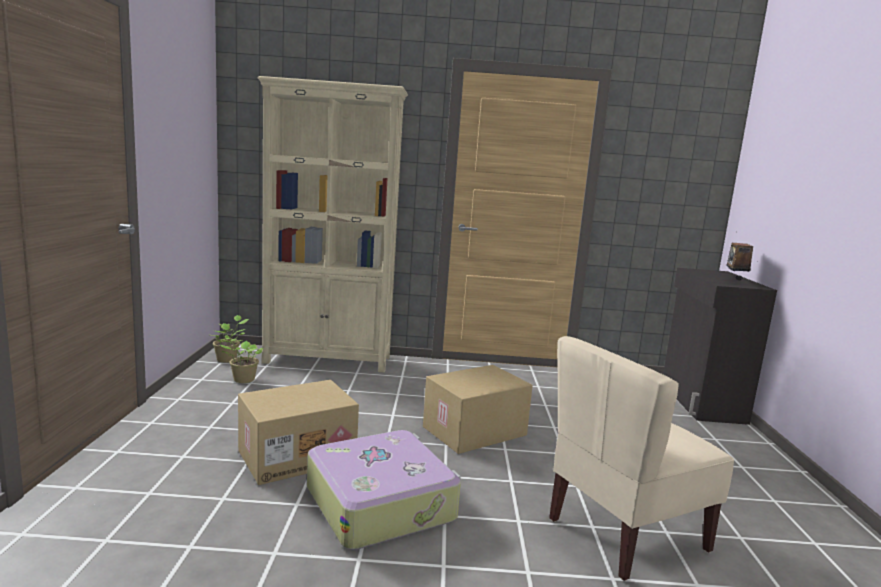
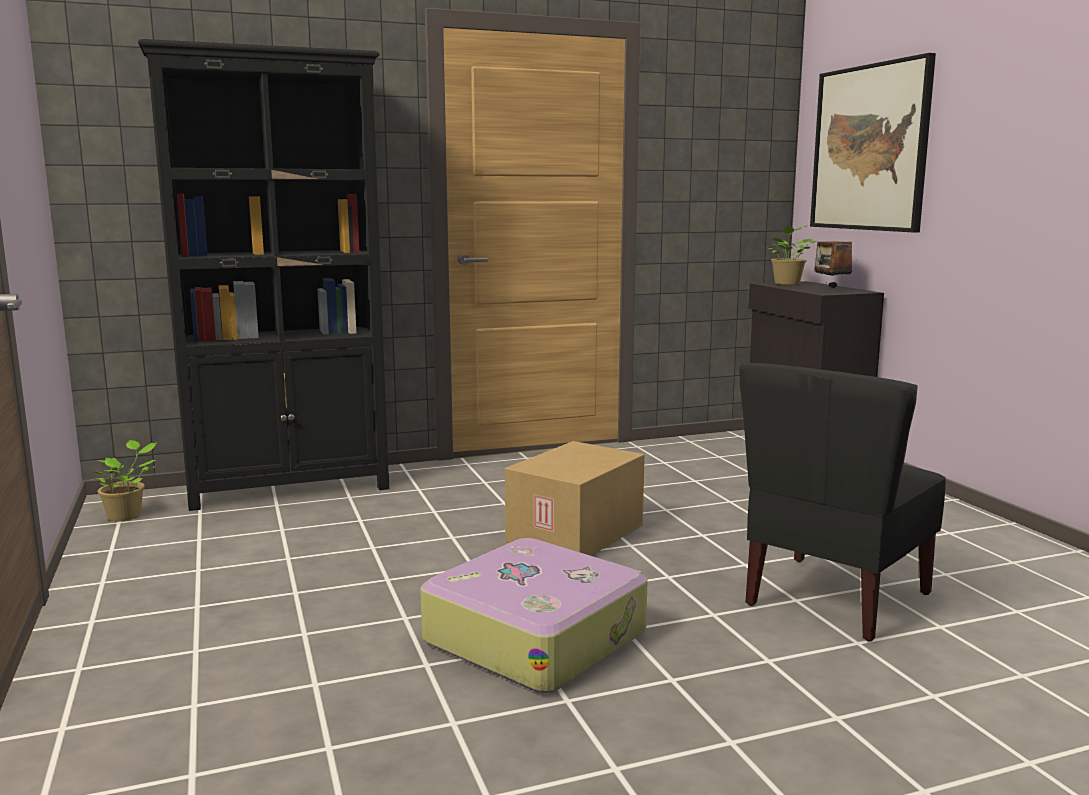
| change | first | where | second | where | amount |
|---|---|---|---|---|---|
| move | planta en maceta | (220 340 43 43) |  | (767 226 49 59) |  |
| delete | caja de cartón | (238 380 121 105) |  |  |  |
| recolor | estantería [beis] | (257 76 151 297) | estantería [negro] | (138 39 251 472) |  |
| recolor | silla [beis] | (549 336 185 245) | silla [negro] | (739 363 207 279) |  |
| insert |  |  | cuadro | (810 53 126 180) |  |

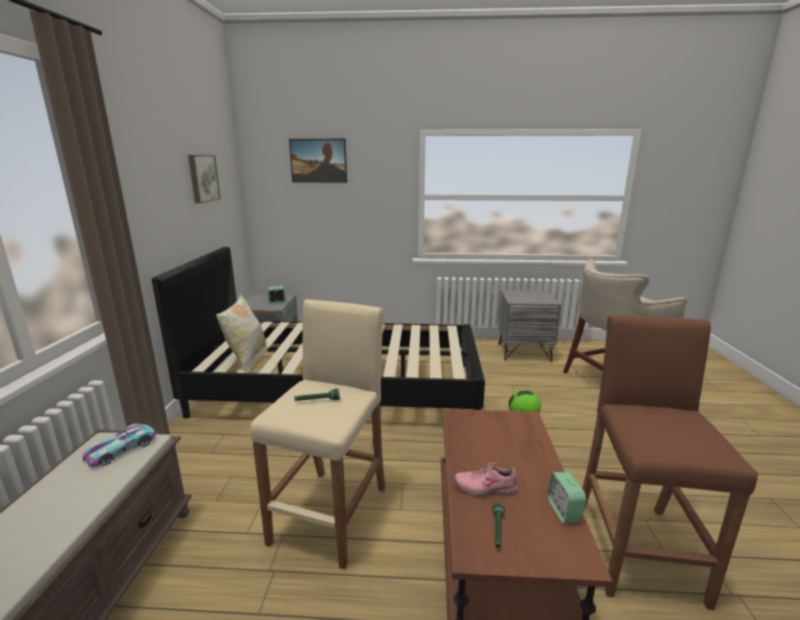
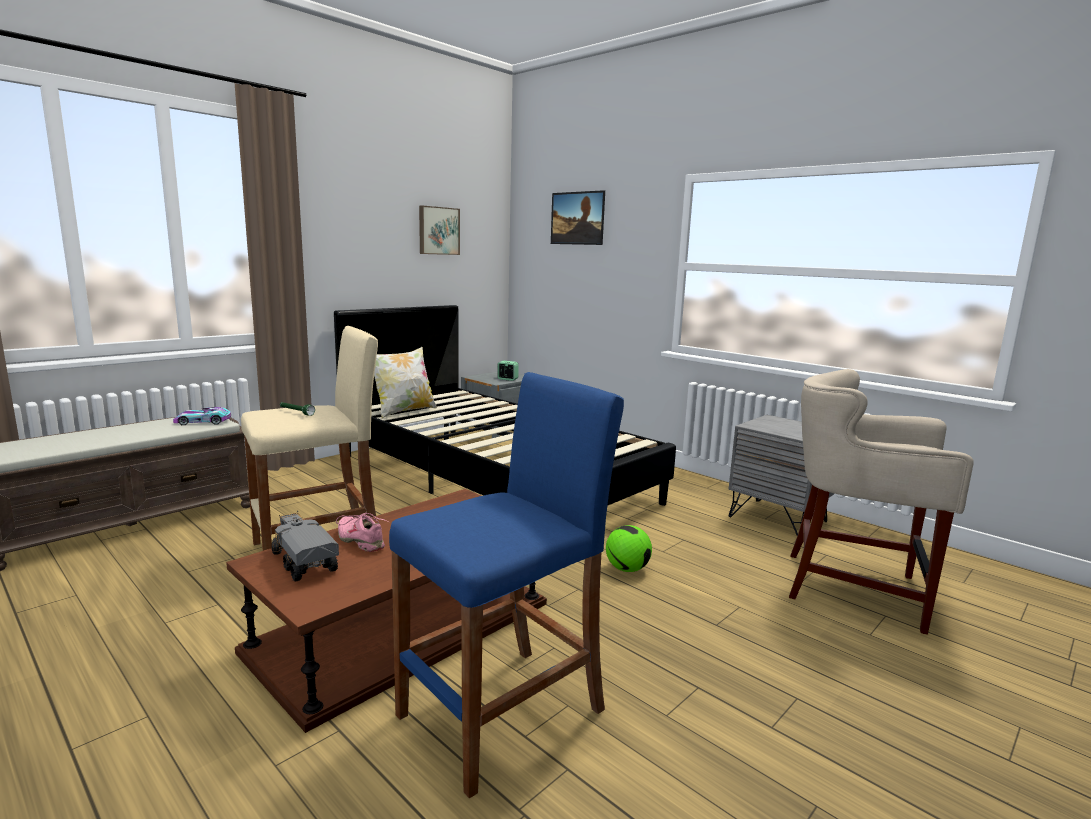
| change | first | where | second | where | amount |
|---|---|---|---|---|---|
| replace | linterna [verde] | (492 502 13 46) | camión de juguete | (272 511 67 70) |  |
| delete | despertador | (547 472 39 51) |  |  |  |
| recolor | taburete [marrón] | (582 315 176 295) | taburete [azul] | (389 372 235 427) |  |

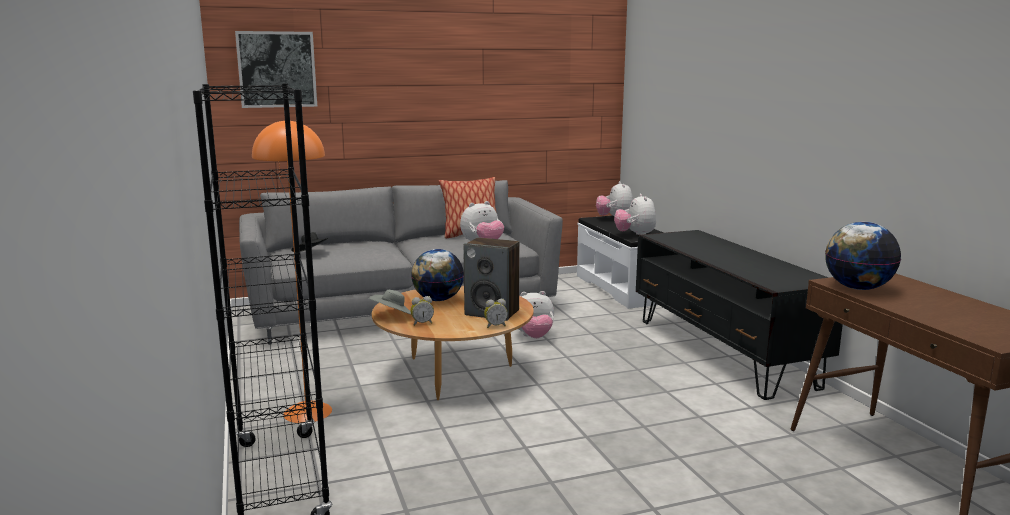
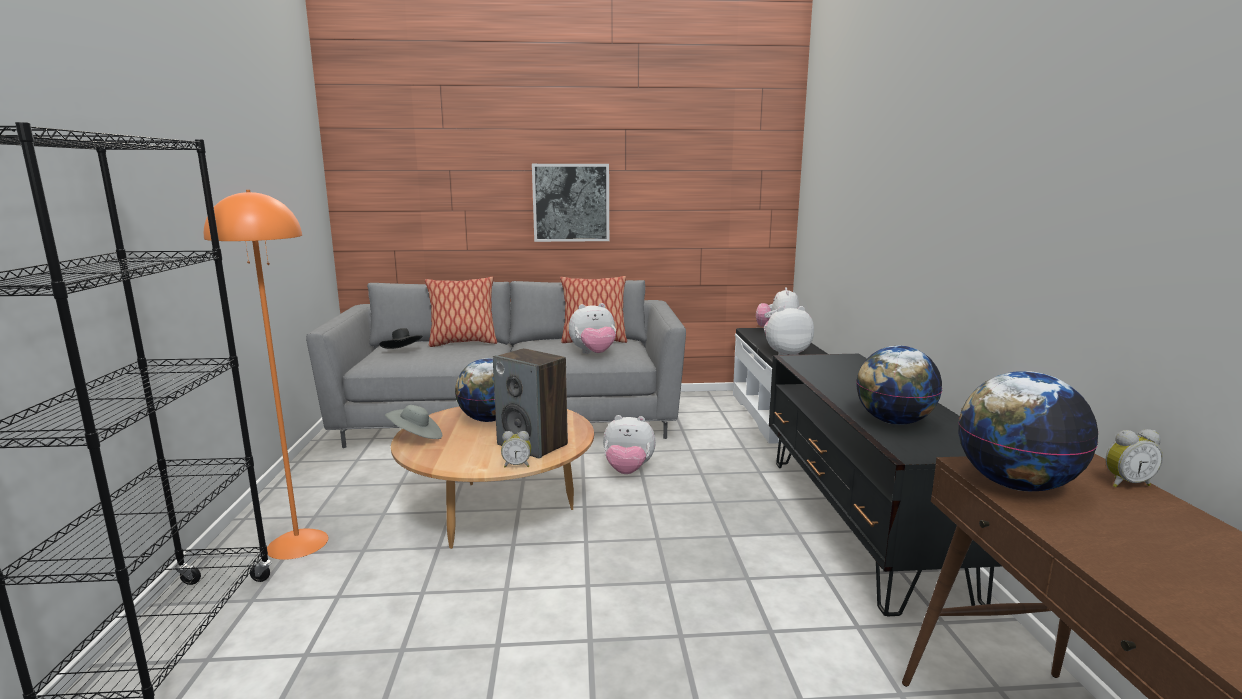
| change | first | where | second | where | amount |
|---|---|---|---|---|---|
| move | cuadro | (235 31 82 77) |  | (532 164 77 78) |  |
| move | despertador | (410 296 24 30) |  | (1105 429 58 59) |  |
| rotate | peluche | (614 194 42 41) |  | (764 306 50 49) | 75 degrees clockwise |
| insert |  |  | cojín | (425 277 72 70) |  |
| insert |  |  | globo terráqueo | (856 346 86 79) |  |

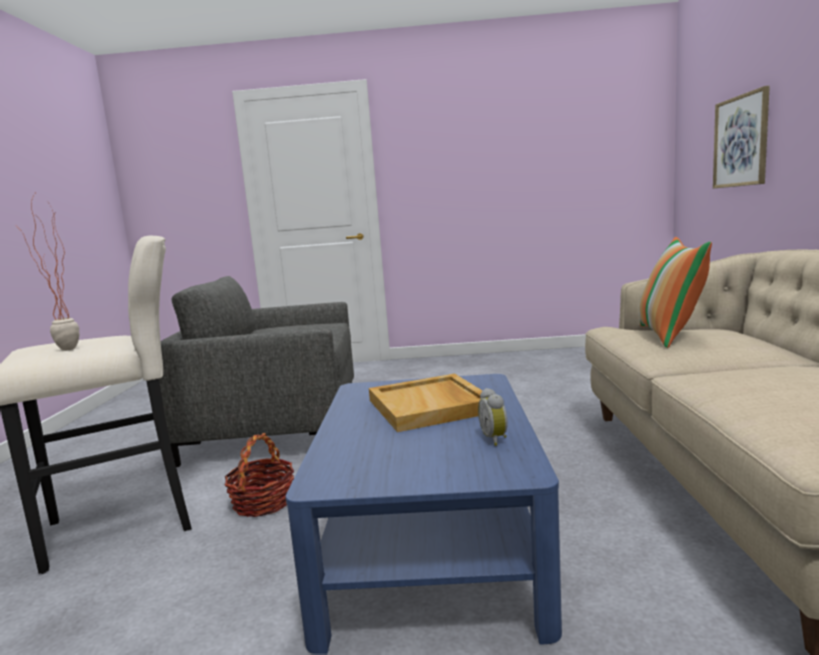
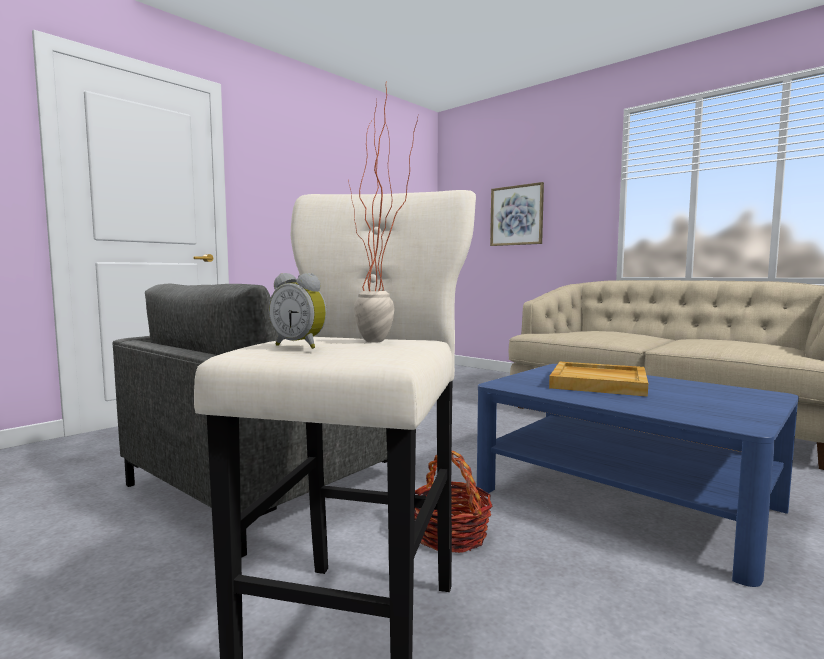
| change | first | where | second | where | amount |
|---|---|---|---|---|---|
| move | despertador | (478 388 30 58) |  | (268 273 59 76) |  |
| delete | cojín | (640 237 72 111) |  |  |  |

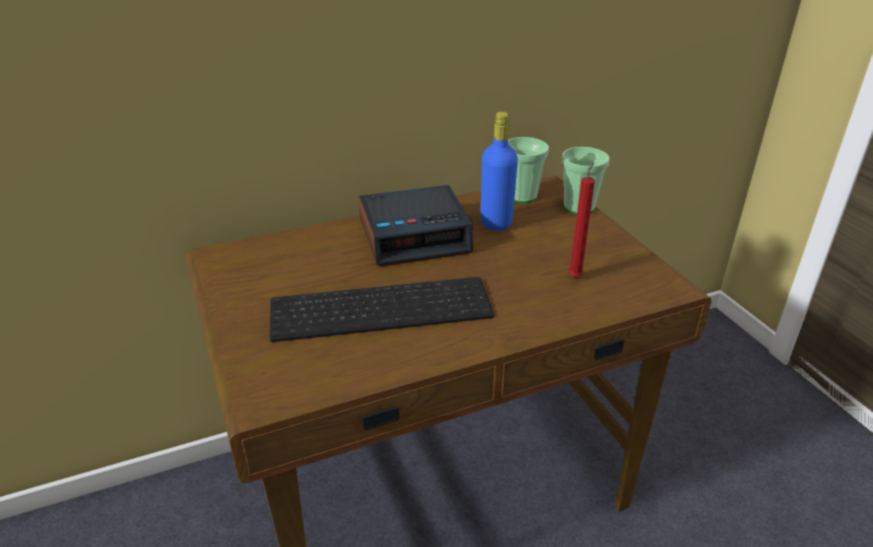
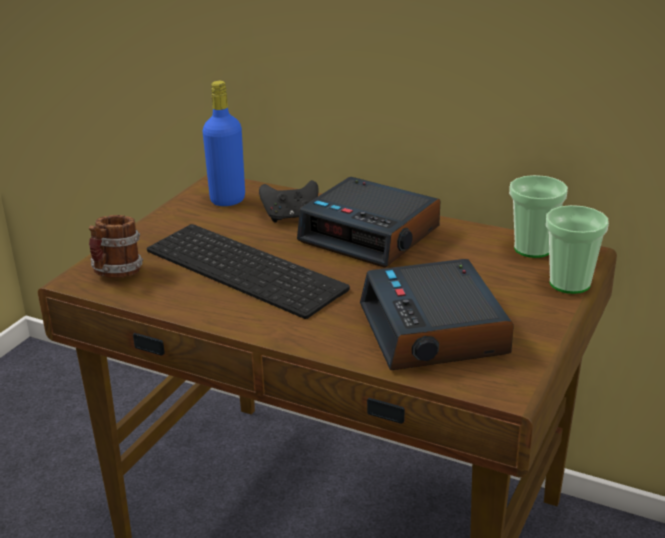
| change | first | where | second | where | amount |
|---|---|---|---|---|---|
| move | botella [azul] | (480 112 38 119) |  | (203 81 42 125) |  |
| replace | vela [rojo] | (568 162 27 116) | despertador | (360 259 154 111) |  |
| insert |  |  | taza grande | (89 215 54 63) |  |
| insert |  |  | mando de consola [negro] | (259 180 60 43) |  |

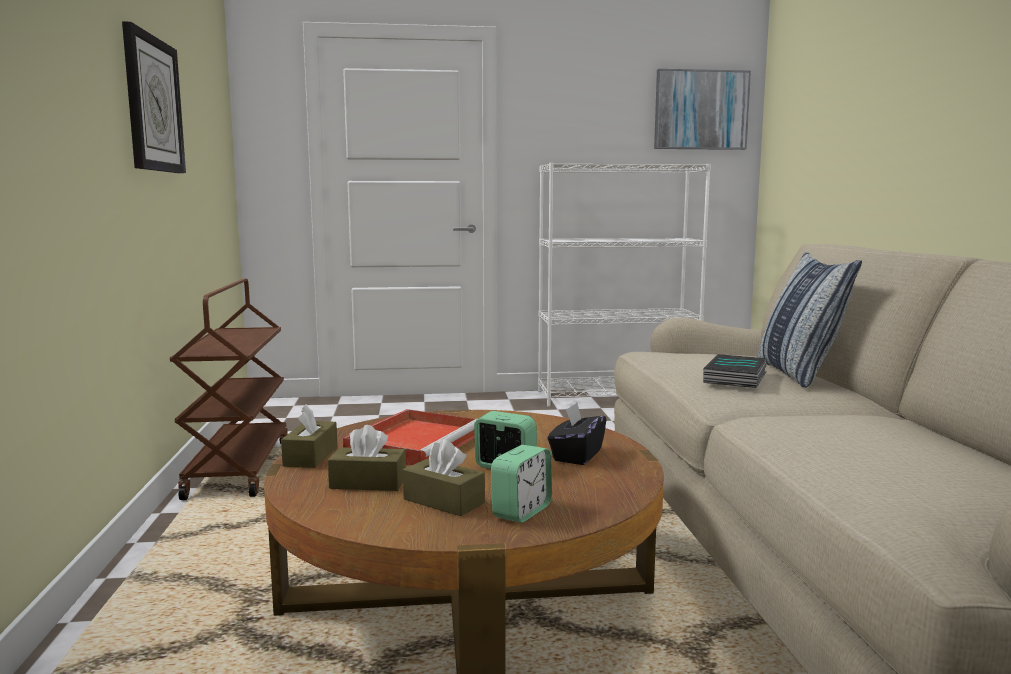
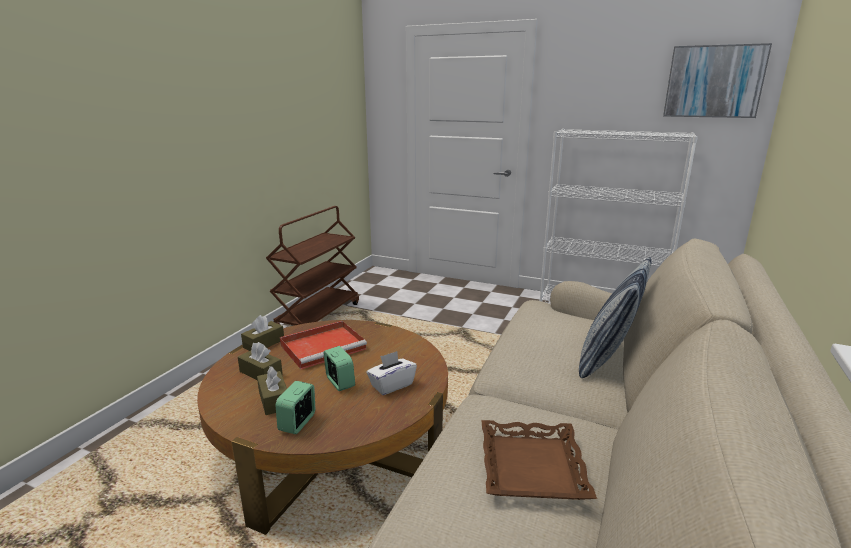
| change | first | where | second | where | amount |
|---|---|---|---|---|---|
| delete | reloj de pared | (122 21 64 152) |  |  |  |
| rotate | despertador | (491 445 61 78) |  | (276 381 39 53) | 135 degrees clockwise |
| recolor | caja de pañuelos [negro] | (548 403 58 62) | caja de pañuelos [blanco] | (367 351 50 44) |  |
| delete | libro | (703 354 65 34) |  |  |  |
| insert |  |  | bandeja [marrón] | (482 420 115 80) |  |

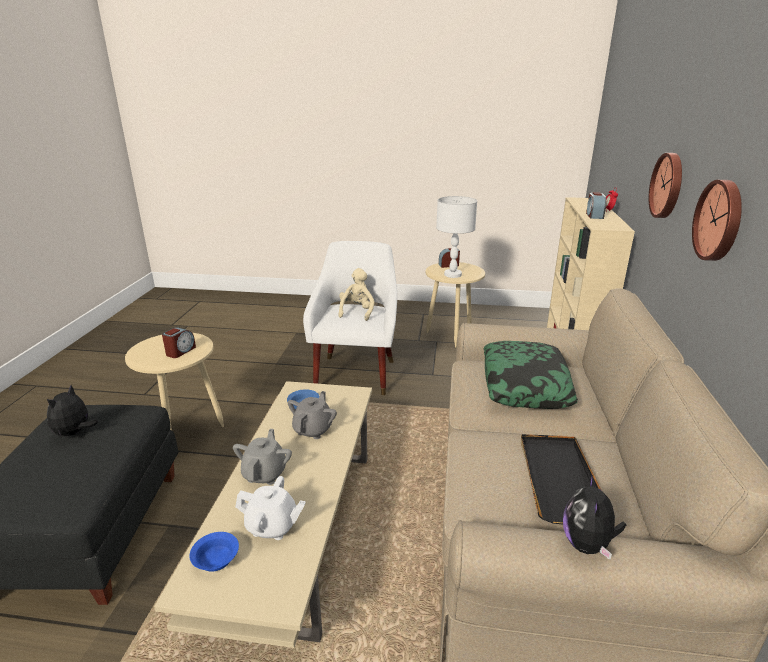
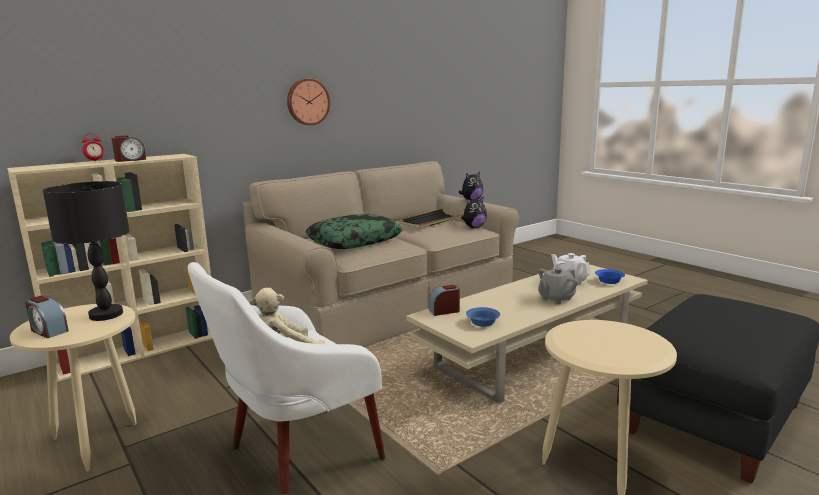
| change | first | where | second | where | amount |
|---|---|---|---|---|---|
| move | peluche | (47 385 51 53) |  | (461 196 26 32) |  |
| move | despertador | (162 327 34 31) |  | (429 285 31 31) |  |
| delete | tetera [gris] | (288 391 49 48) |  |  |  |
| recolor | lámpara de mesa [blanco] | (436 196 41 82) | lámpara de mesa [negro] | (43 181 87 140) |  |
| delete | reloj de pared | (649 153 33 65) |  |  |  |

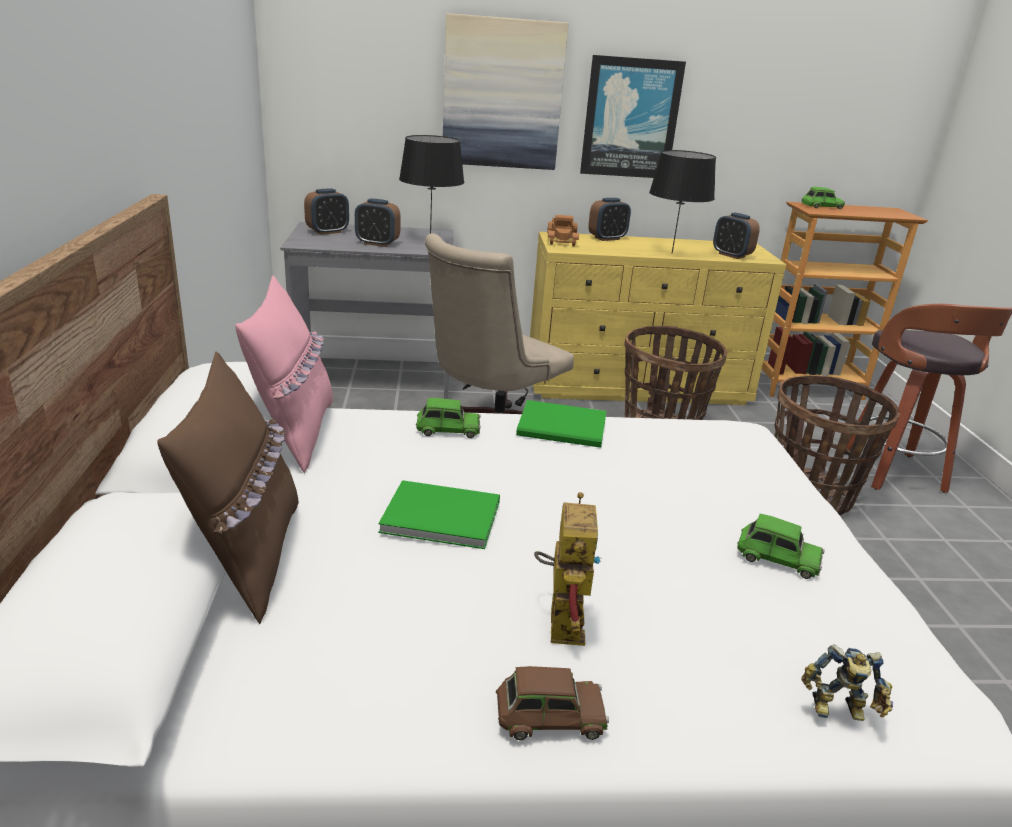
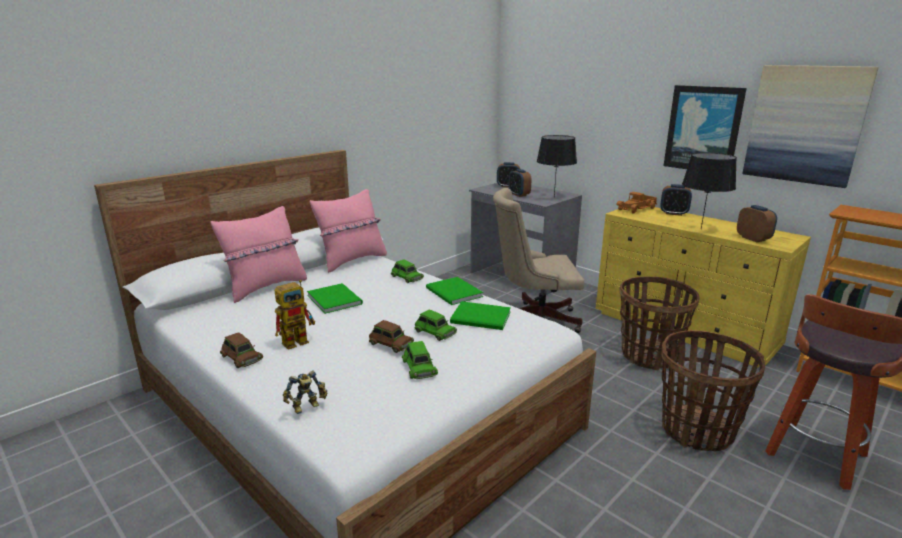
| change | first | where | second | where | amount |
|---|---|---|---|---|---|
| recolor | cojín [marrón] | (157 352 142 272) | cojín [rosa] | (211 206 96 97) |  |
| move | cuadro | (443 13 125 157) |  | (742 65 137 123) |  |
| rotate | despertador | (713 213 47 46) |  | (737 205 40 37) | 150 degrees clockwise |
| rotate | robot de juguete | (801 644 92 77) |  | (283 370 44 44) | 90 degrees counterclockwise |
| move | coche de juguete [verde] | (802 187 43 22) |  | (415 310 42 31) |  |
| insert |  |  | coche de juguete [marrón] | (369 320 45 33) |  |
| insert |  |  | libro [verde] | (450 301 61 29) |  |

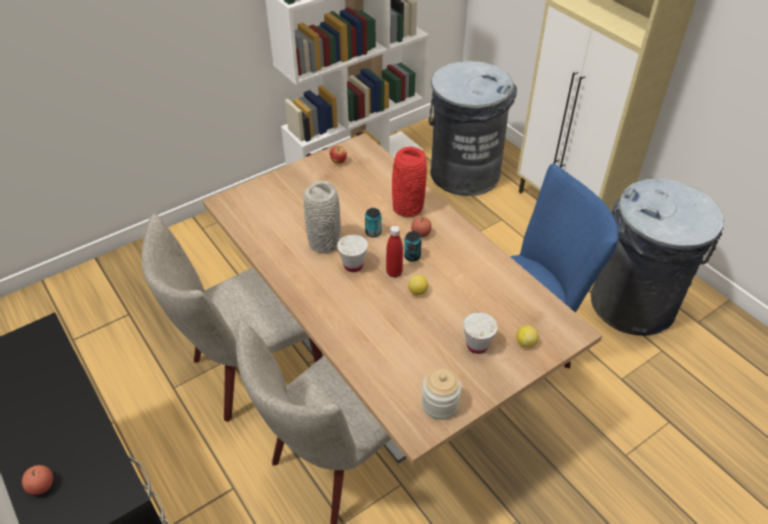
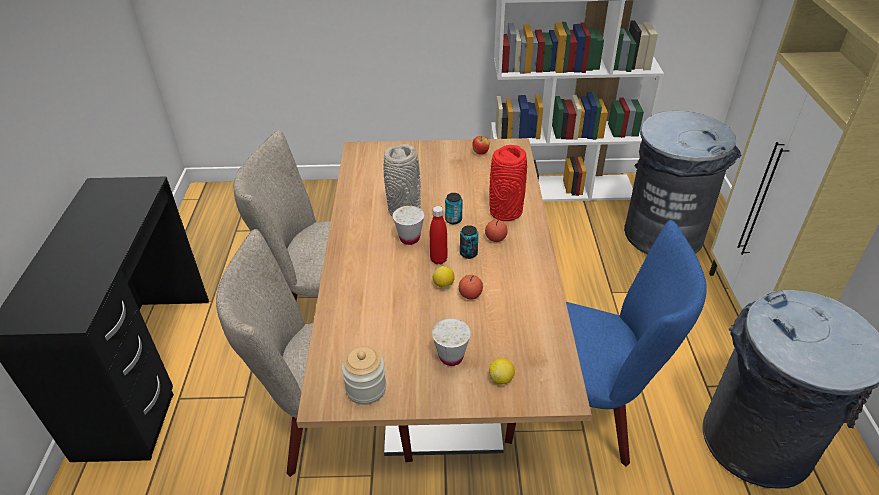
| change | first | where | second | where | amount |
|---|---|---|---|---|---|
| move | manzana | (22 465 31 30) |  | (459 275 24 24) |  |

